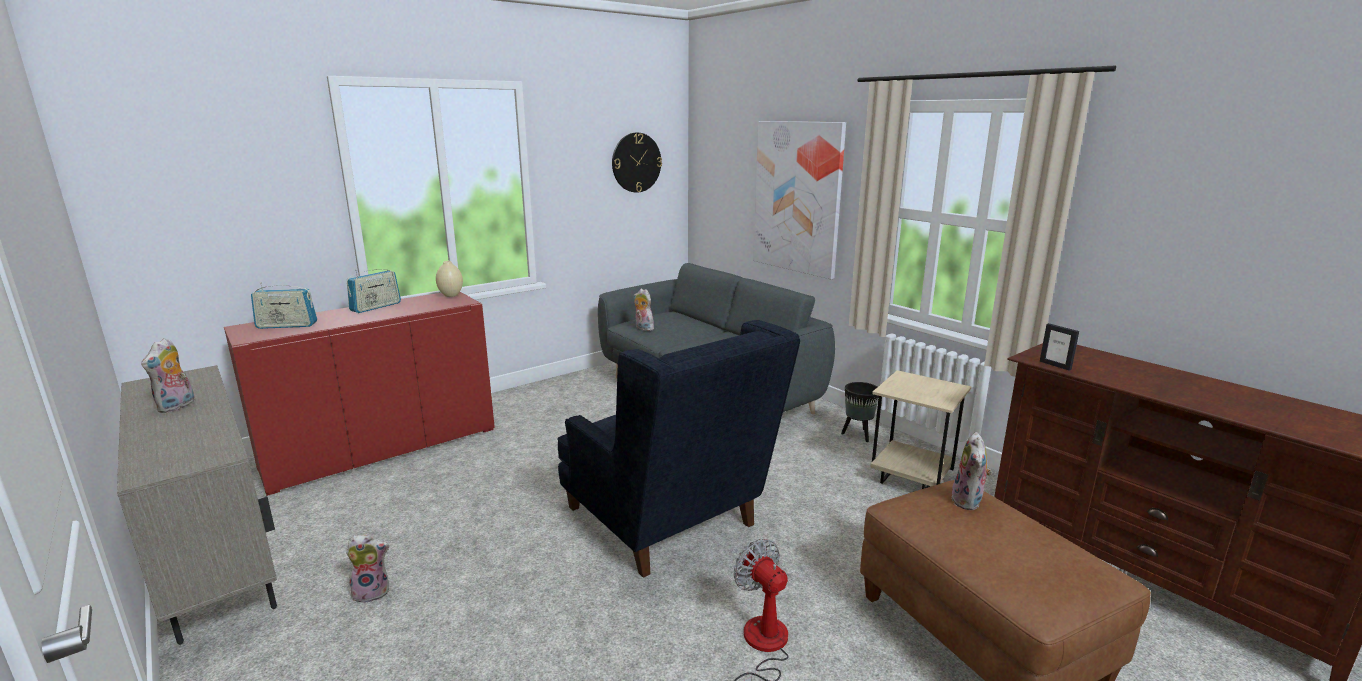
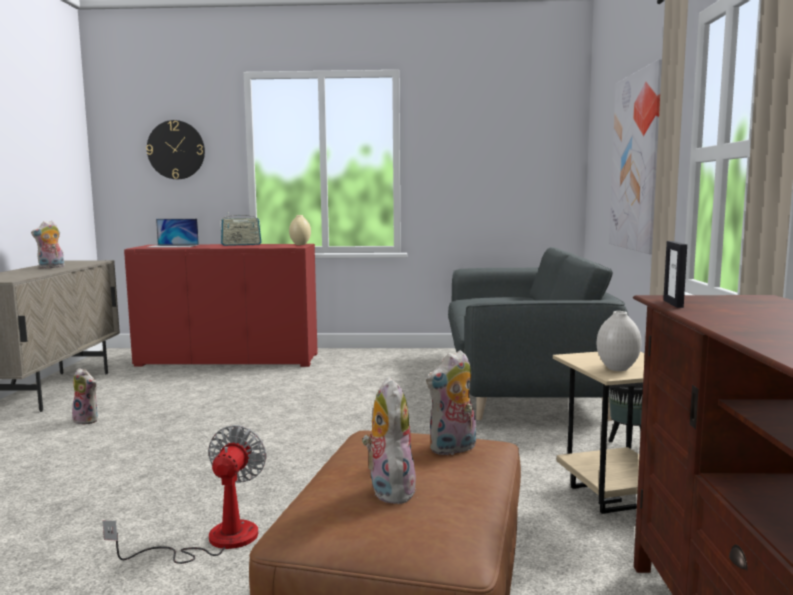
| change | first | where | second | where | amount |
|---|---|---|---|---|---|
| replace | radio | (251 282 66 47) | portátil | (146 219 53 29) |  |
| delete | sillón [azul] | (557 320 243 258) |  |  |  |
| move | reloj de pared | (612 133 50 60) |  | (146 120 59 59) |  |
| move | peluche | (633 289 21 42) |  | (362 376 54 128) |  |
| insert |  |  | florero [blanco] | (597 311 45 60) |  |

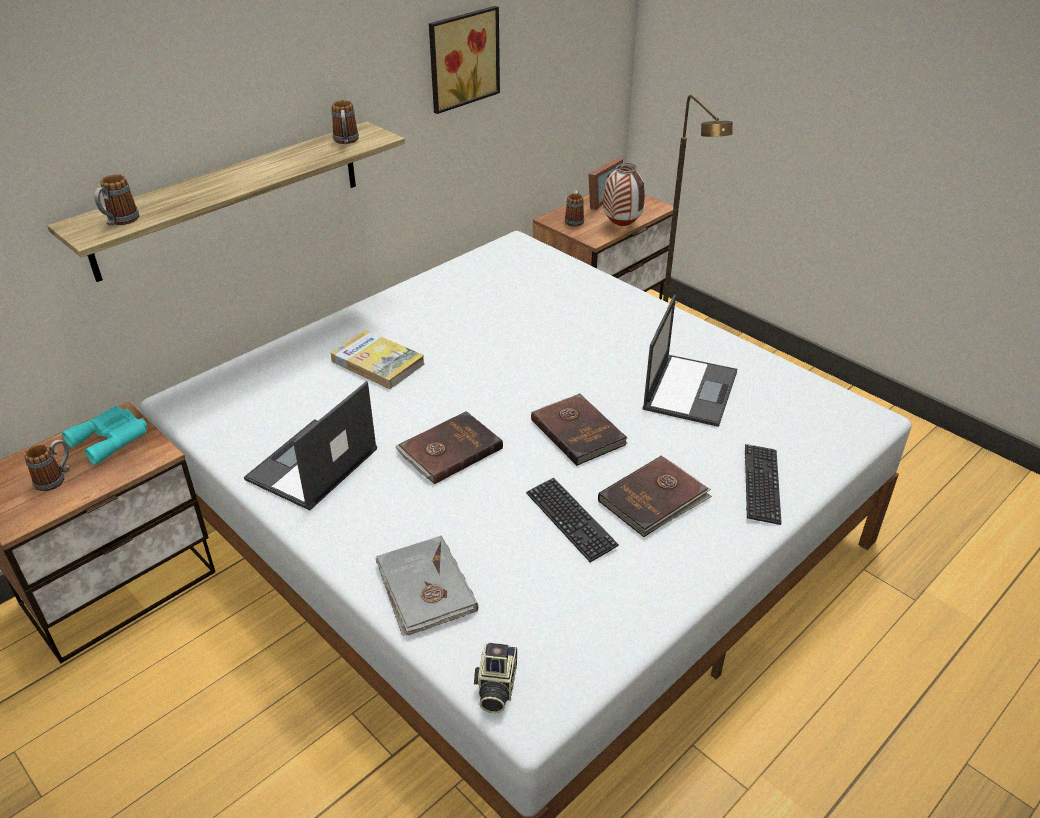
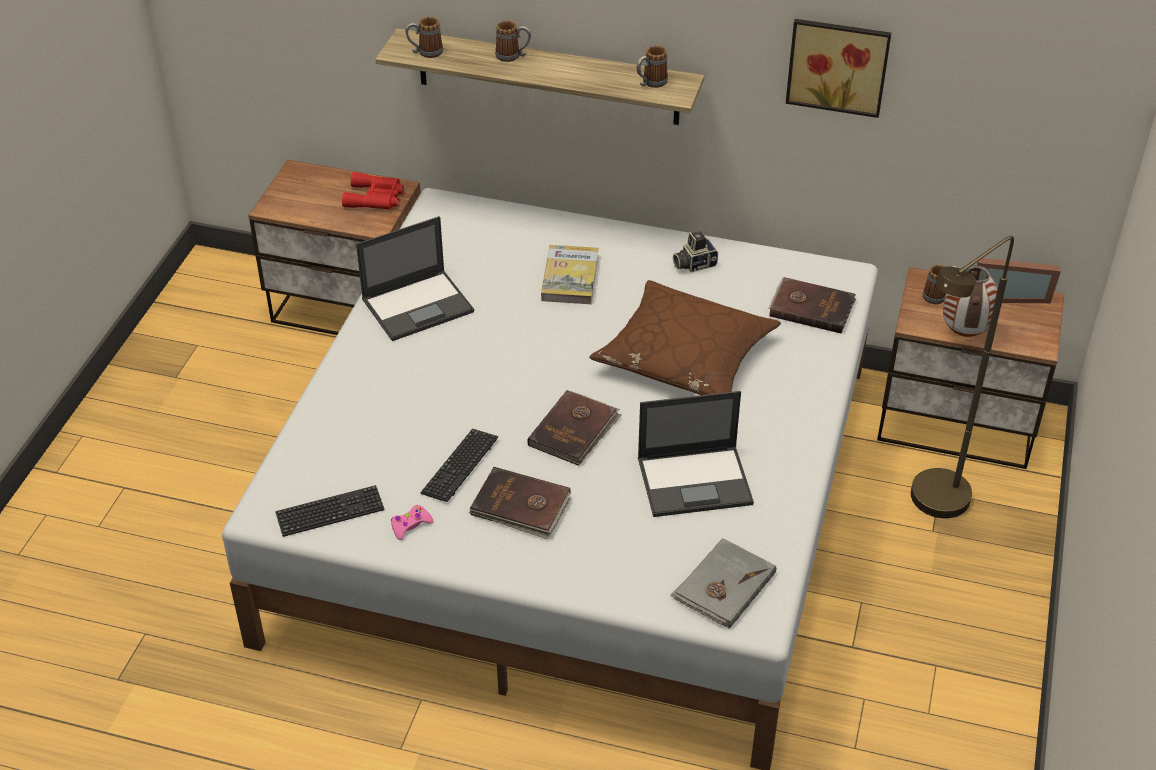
| change | first | where | second | where | amount |
|---|---|---|---|---|---|
| move | taza grande | (24 440 46 51) |  | (495 20 36 42) |  |
| recolor | prismáticos [turquesa] | (62 406 86 59) | prismáticos [rojo] | (342 172 61 38) |  |
| rotate | portátil | (244 381 133 130) |  | (356 216 118 125) | 150 degrees clockwise |
| move | libro [gris] | (375 535 103 101) |  | (670 538 106 91) |  |
| move | libro [marrón] | (395 411 108 73) |  | (769 277 87 57) |  |
| move | cámara | (474 643 43 70) |  | (673 232 45 40) |  |
| move | teclado | (745 444 37 81) |  | (275 485 109 52) |  |
| insert |  |  | mando de consola [rosa] | (391 505 42 35) |  |
| insert |  |  | cojín [marrón] | (589 280 192 115) |  |

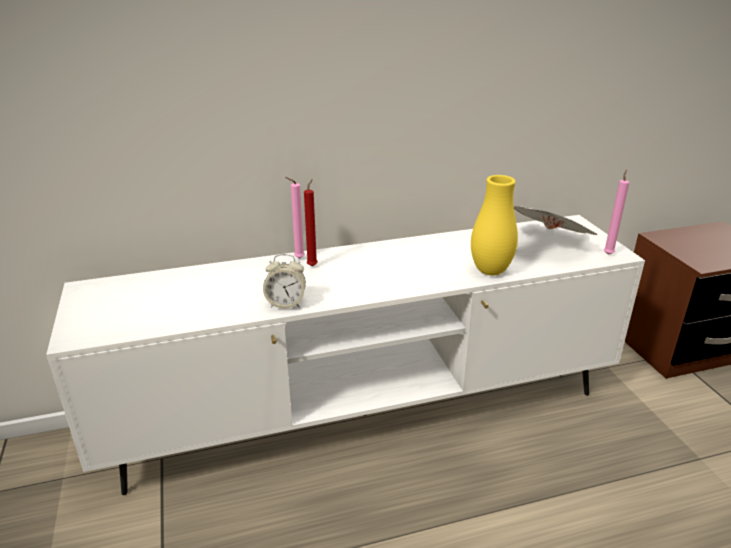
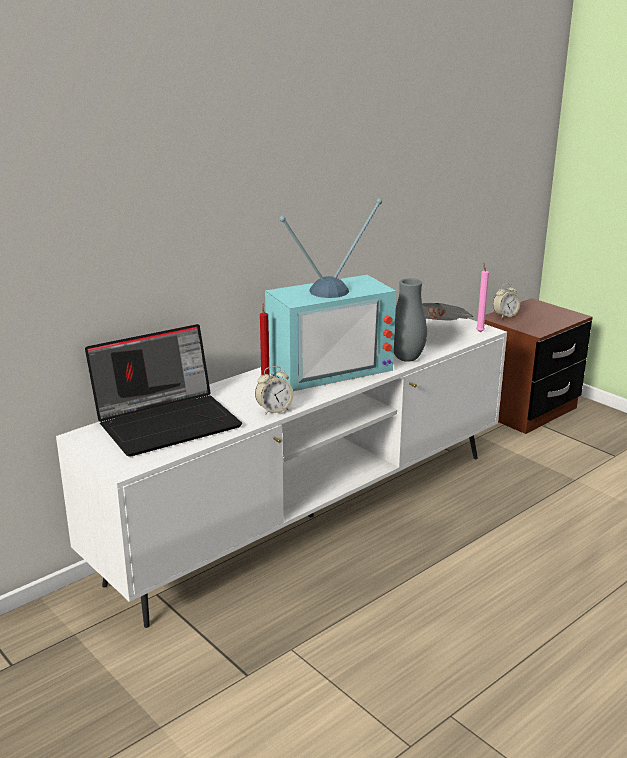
| change | first | where | second | where | amount |
|---|---|---|---|---|---|
| delete | vela [rosa] | (285 177 20 82) |  |  |  |
| recolor | florero [amarillo] | (471 175 47 100) | florero [gris] | (394 278 33 84) |  |
| insert |  |  | portátil | (85 324 157 133) |  |
| insert |  |  | televisor | (265 198 131 193) |  |
| insert |  |  | despertador | (493 283 27 36) |  |

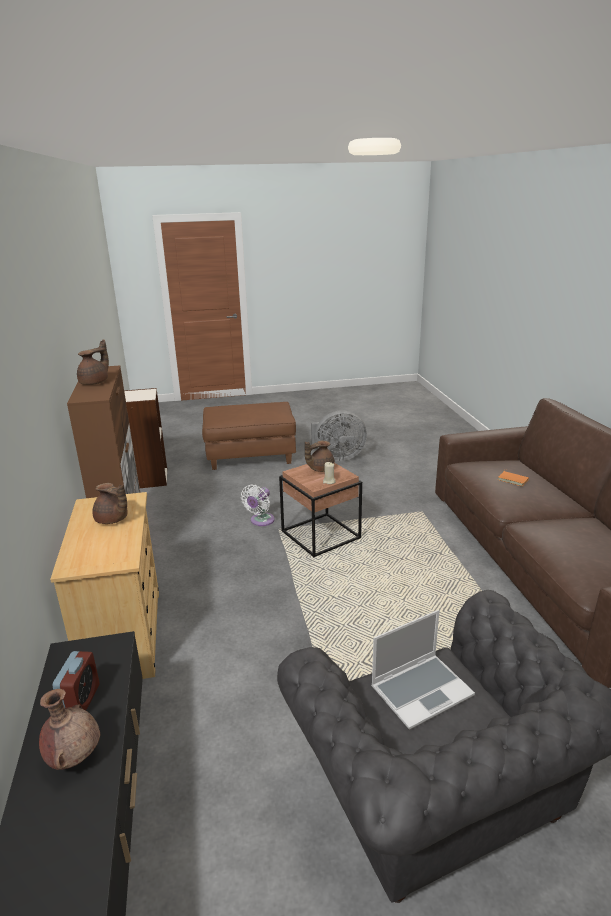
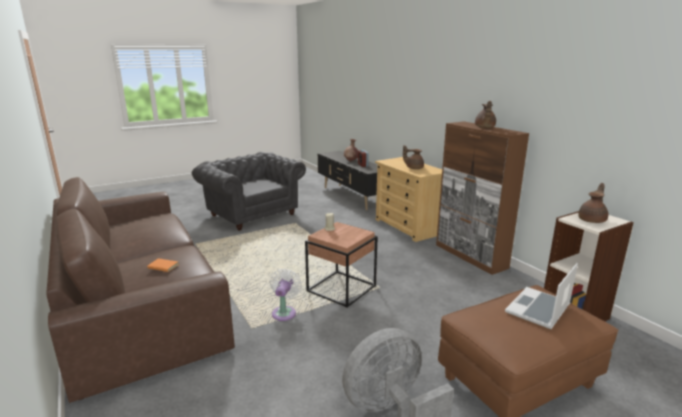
| change | first | where | second | where | amount |
|---|---|---|---|---|---|
| move | ventilador [blanco] | (241 485 34 41) |  | (270 269 32 52) |  |
| move | tetera [marrón] | (305 441 30 31) |  | (578 183 30 40) |  |
| move | portátil | (371 610 104 120) |  | (505 263 73 66) |  |

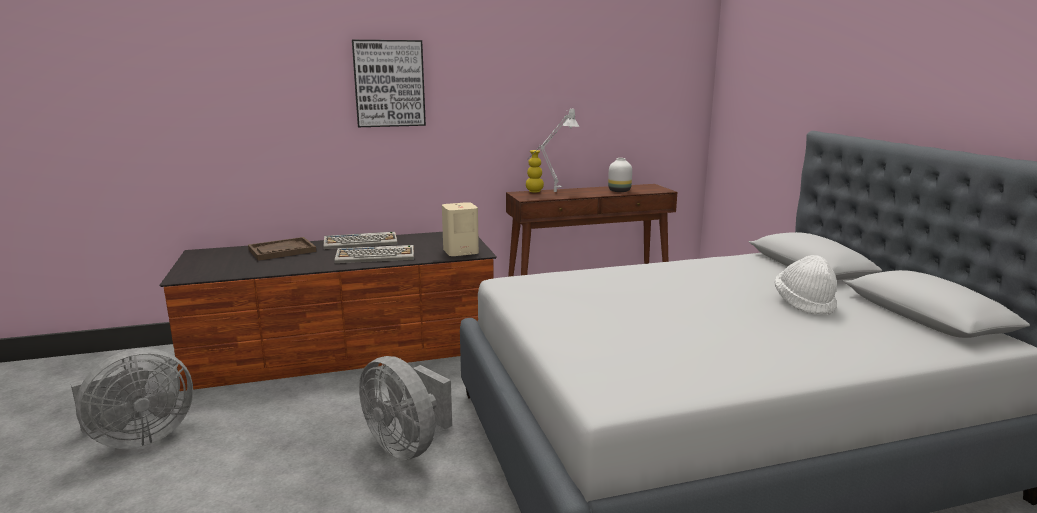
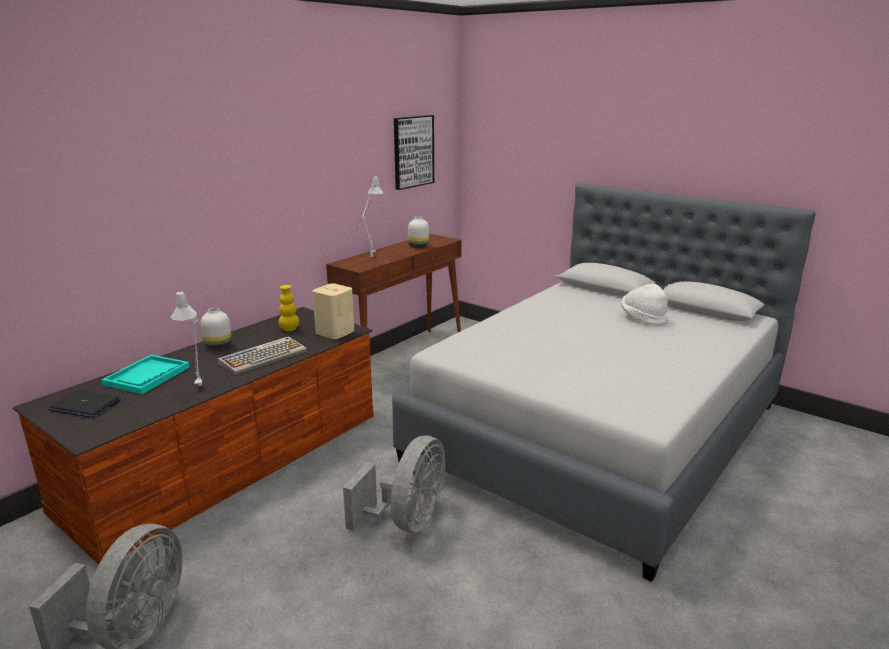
| change | first | where | second | where | amount |
|---|---|---|---|---|---|
| recolor | bandeja [marrón] | (248 237 68 24) | bandeja [turquesa] | (101 355 89 39) |  |
| replace | teclado | (324 231 74 18) | florero [blanco] | (201 308 31 41) |  |
| move | cuadro | (352 40 74 87) |  | (394 115 40 75) |  |
| rotate | ventilador [gris] | (359 356 93 104) |  | (343 435 102 97) | 75 degrees counterclockwise |
| move | florero [amarillo] | (526 150 18 43) |  | (279 285 20 46) |  |
| insert |  |  | portátil | (49 390 72 28) |  |
| insert |  |  | lámpara de mesa [gris] | (171 291 31 95) |  |

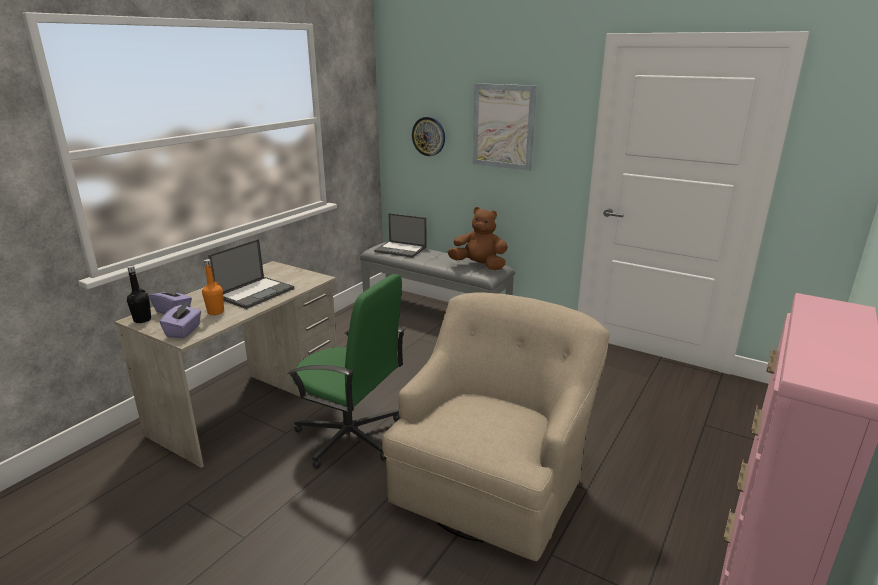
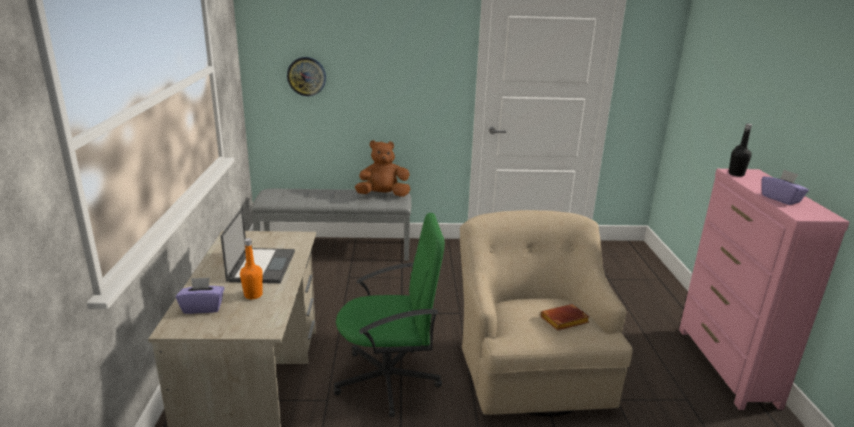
| change | first | where | second | where | amount |
|---|---|---|---|---|---|
| move | botella [negro] | (127 266 24 57) |  | (729 124 23 53) |  |
| move | caja de pañuelos [morado] | (160 302 41 36) |  | (762 170 47 35) |  |
| delete | portátil | (374 213 53 45) |  |  |  |
| delete | cuadro | (472 83 65 88) |  |  |  |
| insert |  |  | libro [marrón] | (540 304 50 27) |  |

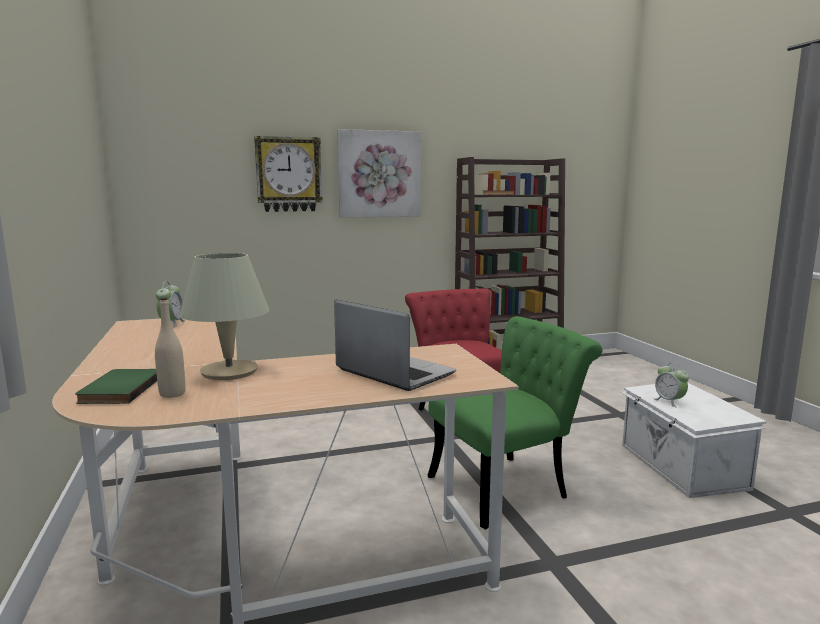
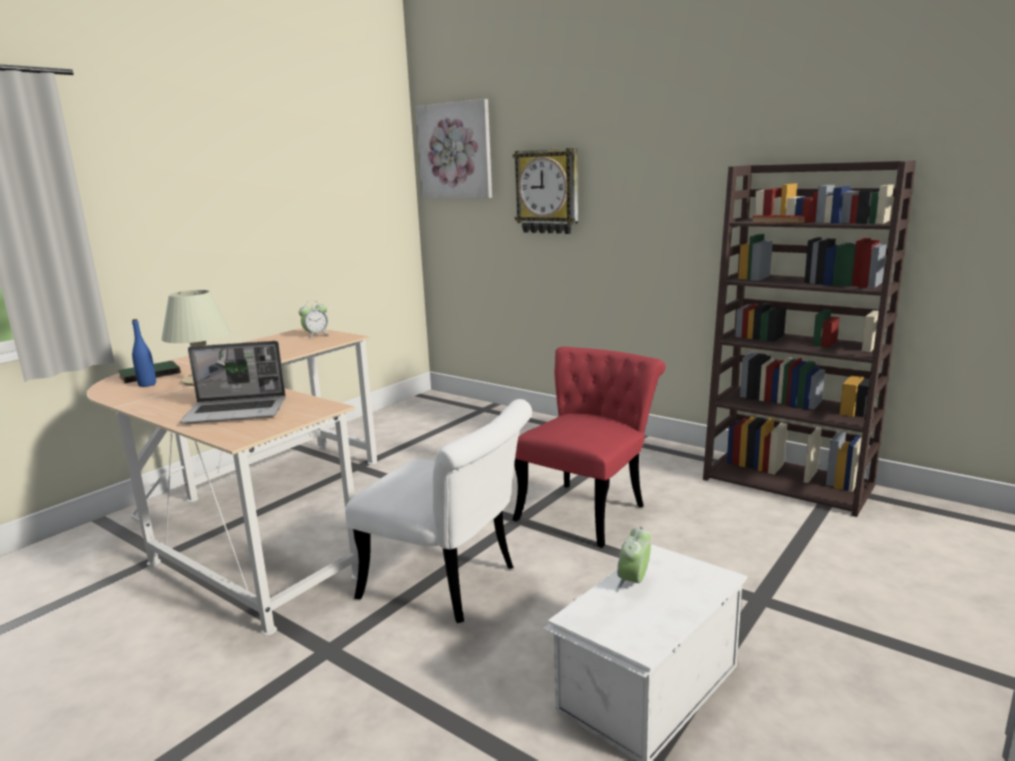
| change | first | where | second | where | amount |
|---|---|---|---|---|---|
| recolor | botella [beis] | (155 297 30 101) | botella [azul] | (132 319 24 68) |  |
| rotate | portátil | (334 299 122 92) |  | (180 341 106 83) | 75 degrees clockwise |
| move | cuadro | (337 129 84 89) |  | (415 99 77 99) |  |
| recolor | silla [verde] | (428 316 174 214) | silla [blanco] | (345 399 187 224) |  |

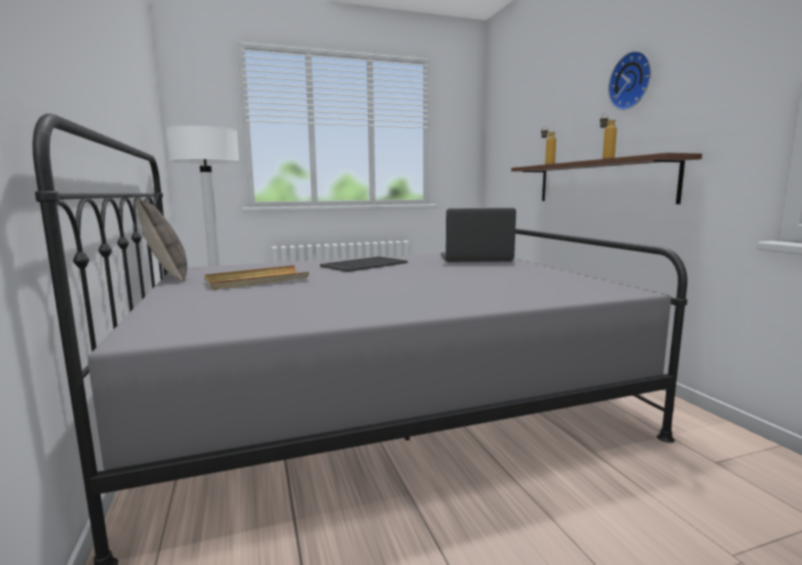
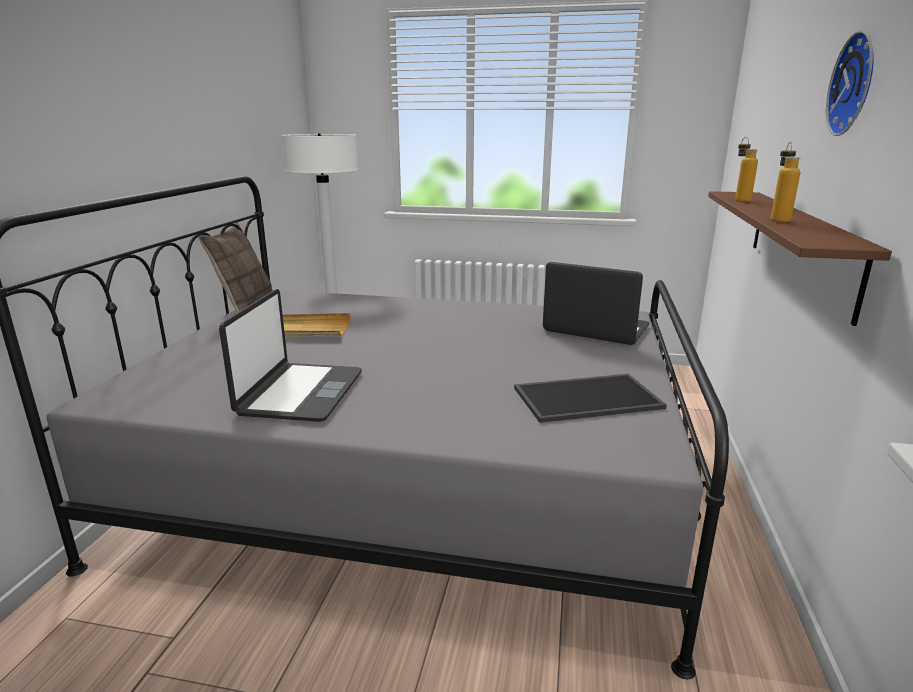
| change | first | where | second | where | amount |
|---|---|---|---|---|---|
| move | bandeja | (320 256 87 16) |  | (514 374 152 49) |  |
| insert |  |  | portátil | (219 289 143 133) |  |

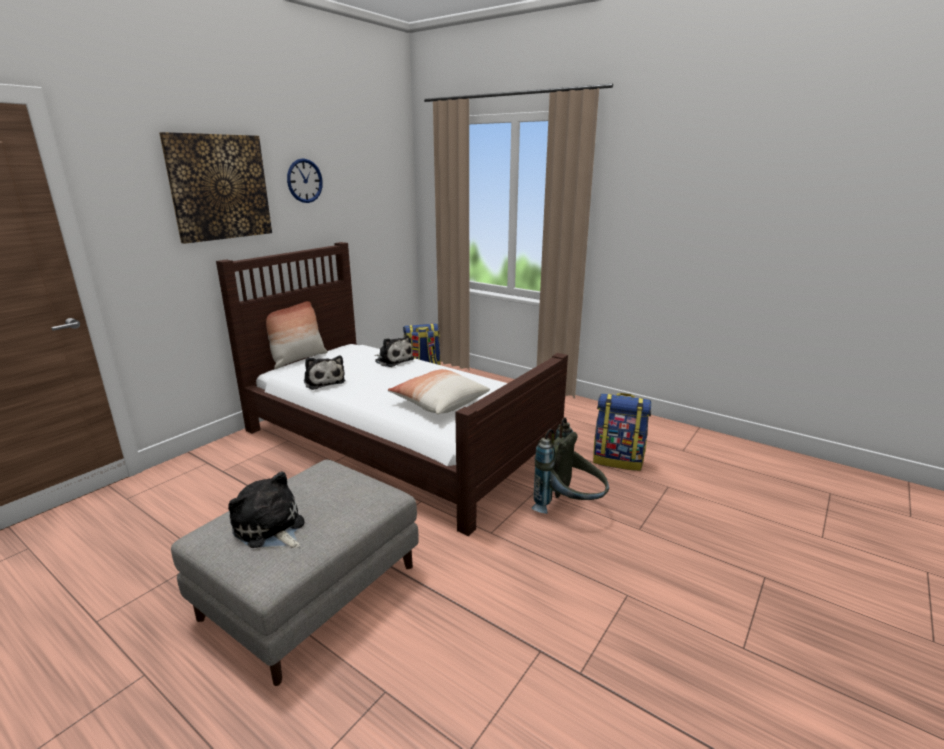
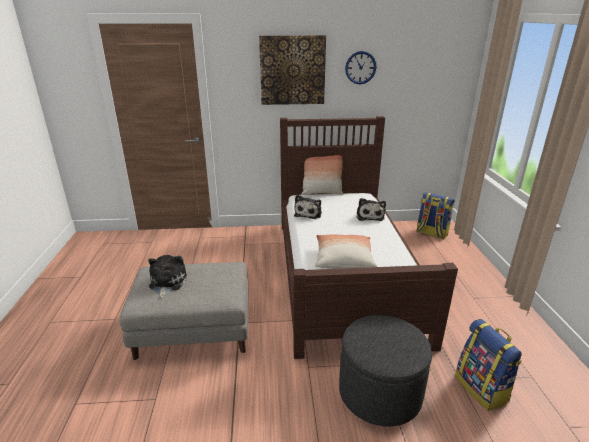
| change | first | where | second | where | amount |
|---|---|---|---|---|---|
| replace | mochila [gris] | (532 417 77 97) | puf [gris] | (339 315 93 111) |  |

